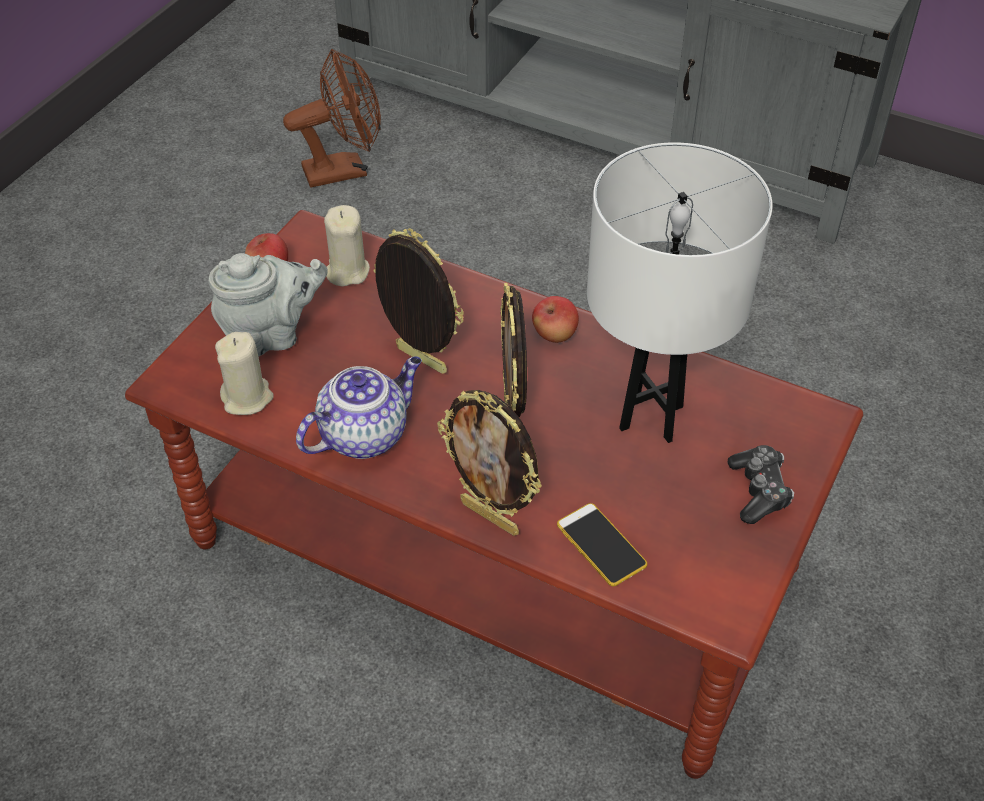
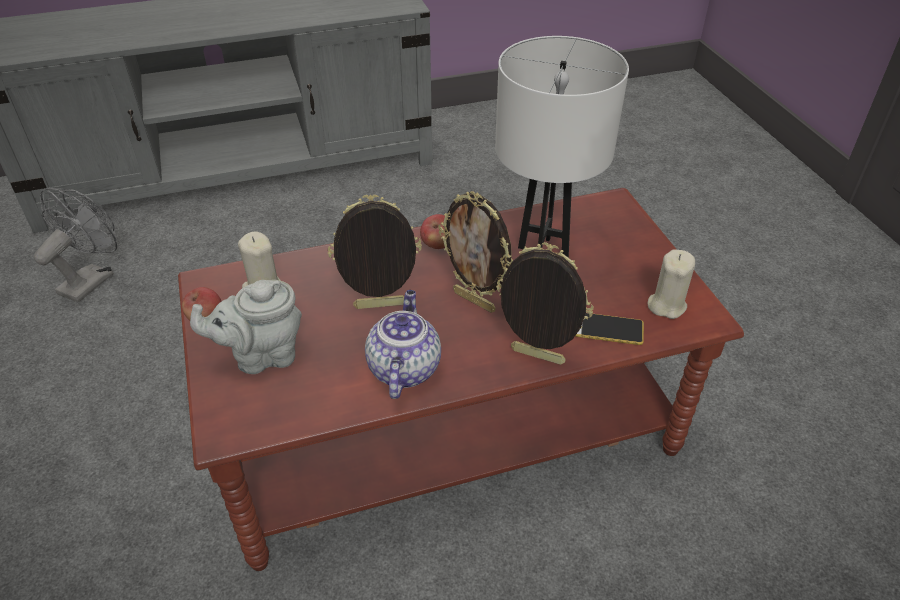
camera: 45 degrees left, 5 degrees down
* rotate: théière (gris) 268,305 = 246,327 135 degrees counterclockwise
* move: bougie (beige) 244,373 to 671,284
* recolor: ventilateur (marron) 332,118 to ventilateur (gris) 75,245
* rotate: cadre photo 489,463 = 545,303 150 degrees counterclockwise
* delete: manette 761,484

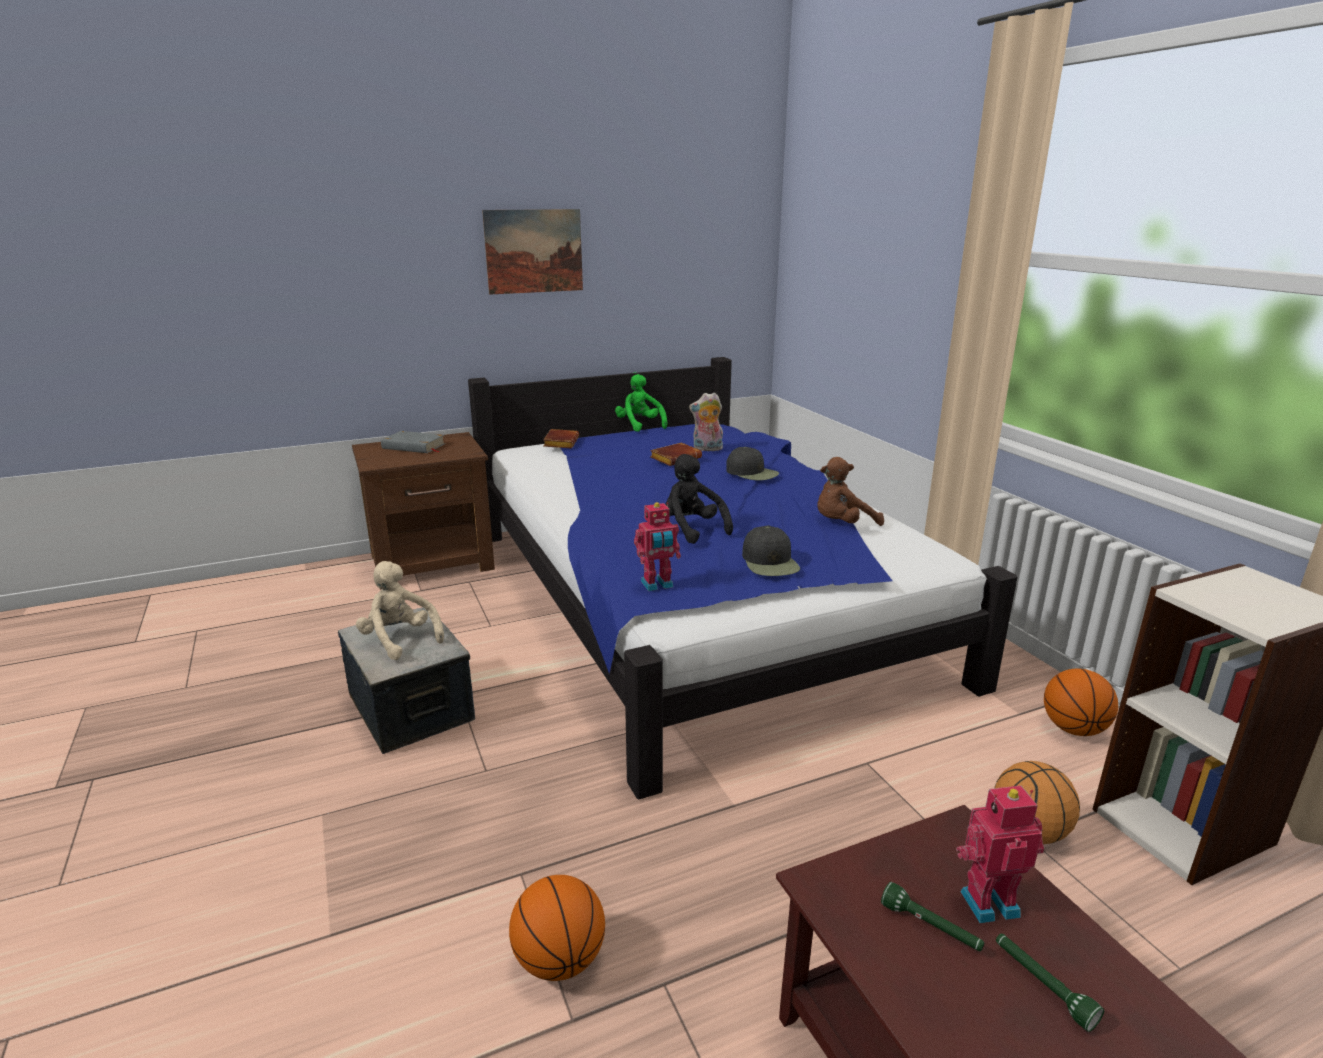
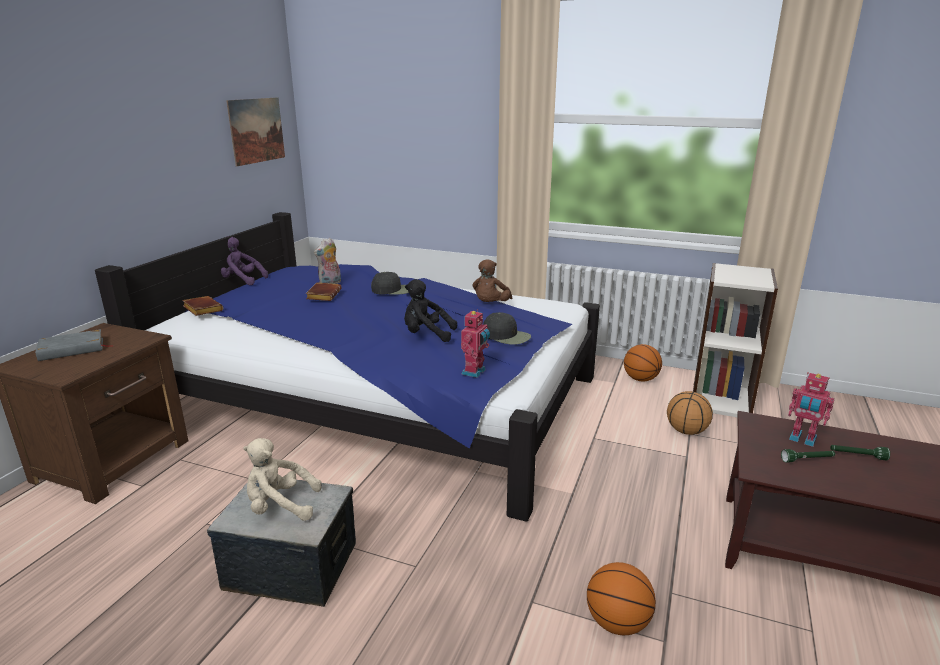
camera: 45 degrees left, 0 degrees up
* move: tableau 532,252 to 255,132
* recolor: peluche (vert) 641,402 to peluche (violet) 244,260
* rotate: robot jouet 1000,854 = 811,409 90 degrees counterclockwise

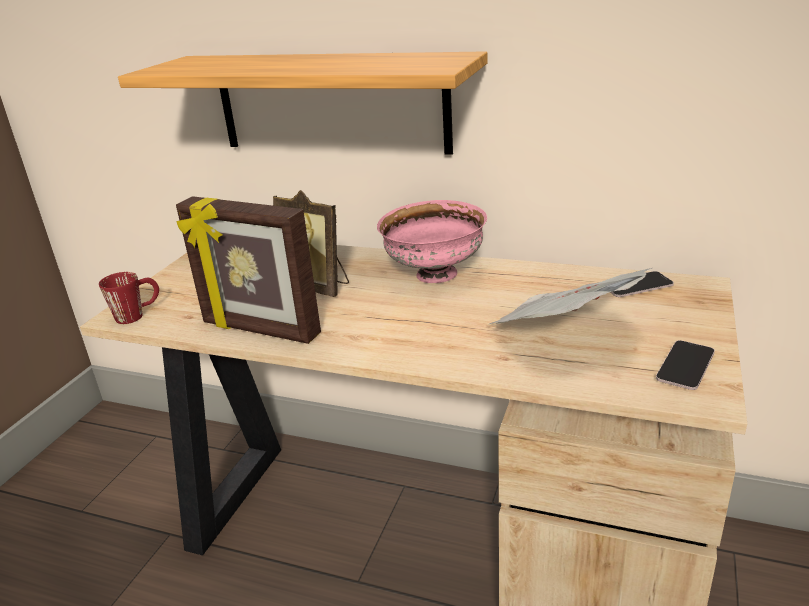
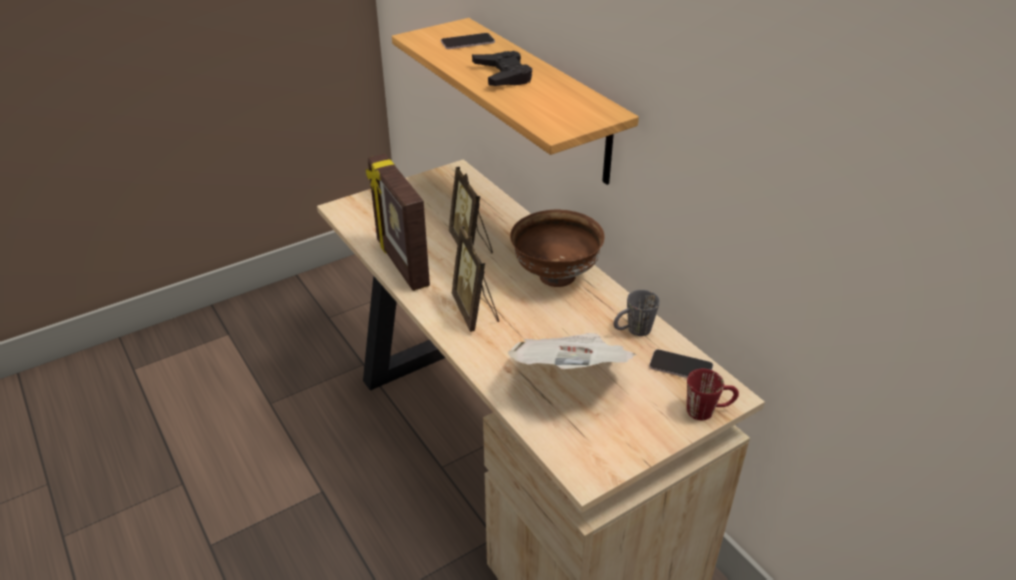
camera: 35 degrees right, 10 degrees up
* move: mug (rouge) 129,298 to 713,394
* recolor: bol (rose) 432,241 to bol (marron) 557,248
* move: téléphone 685,365 to 468,41
* insert: cadre photo 475,279
* insert: manette (noir) 502,68
* insert: mug (gris) 637,313

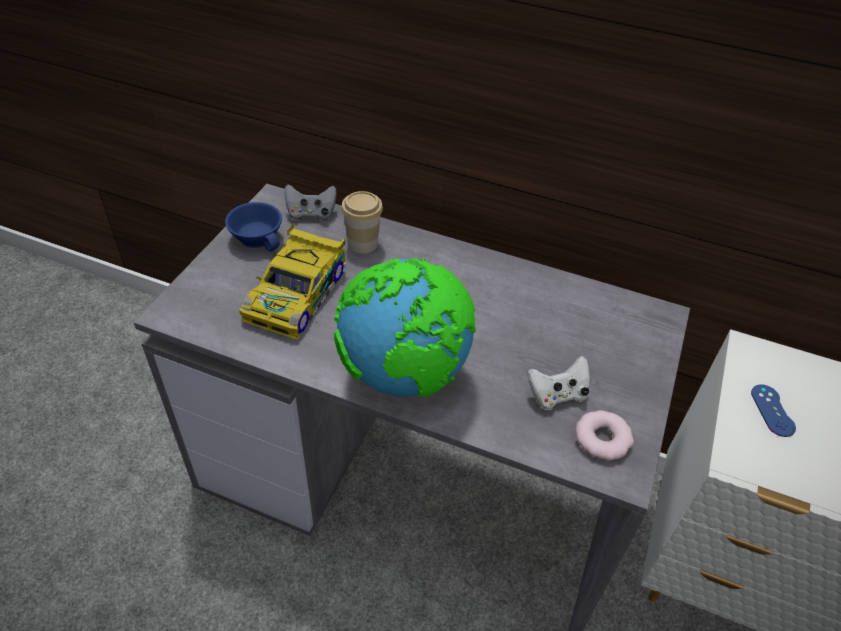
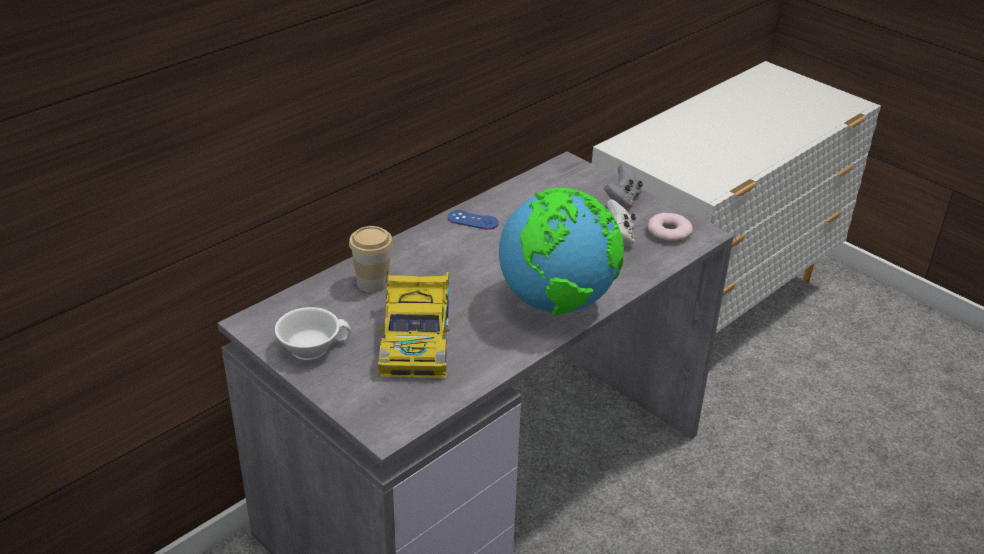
camera: 65 degrees left, 10 degrees down
* recolor: tasse (bleu) 253,227 to tasse (blanc) 313,333
* rotate: petite voiture 292,281 = 413,324 45 degrees clockwise
* move: manette (gris) 310,202 to 623,187
* move: manette (bleu) 773,410 to 473,220

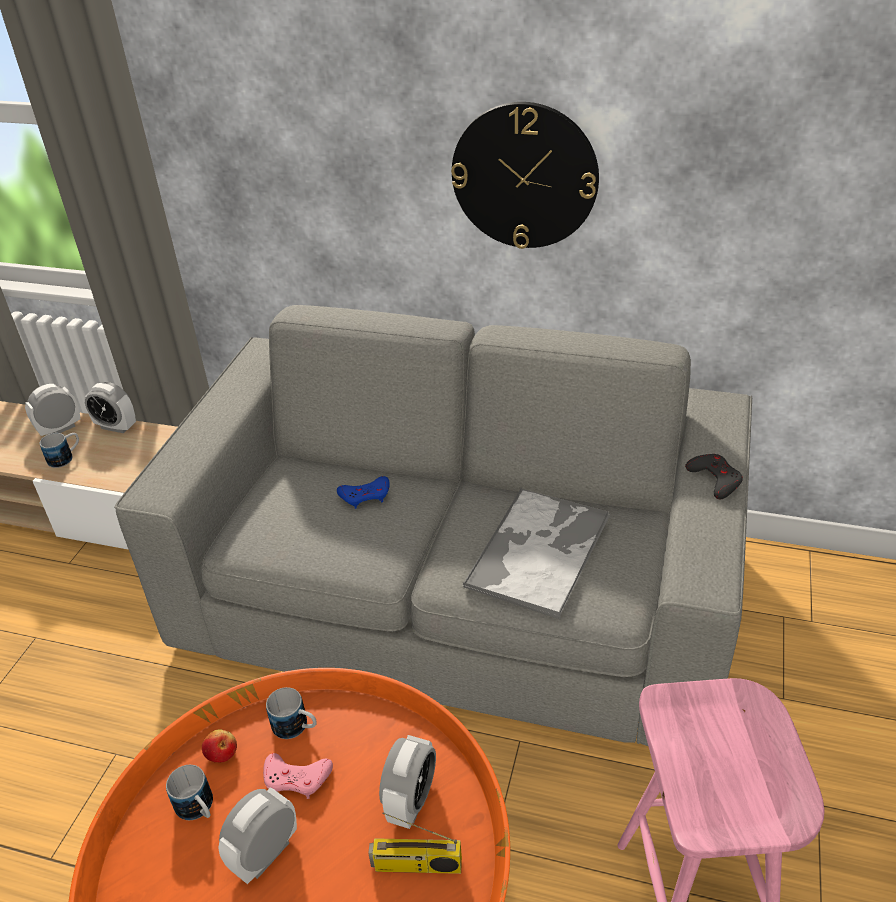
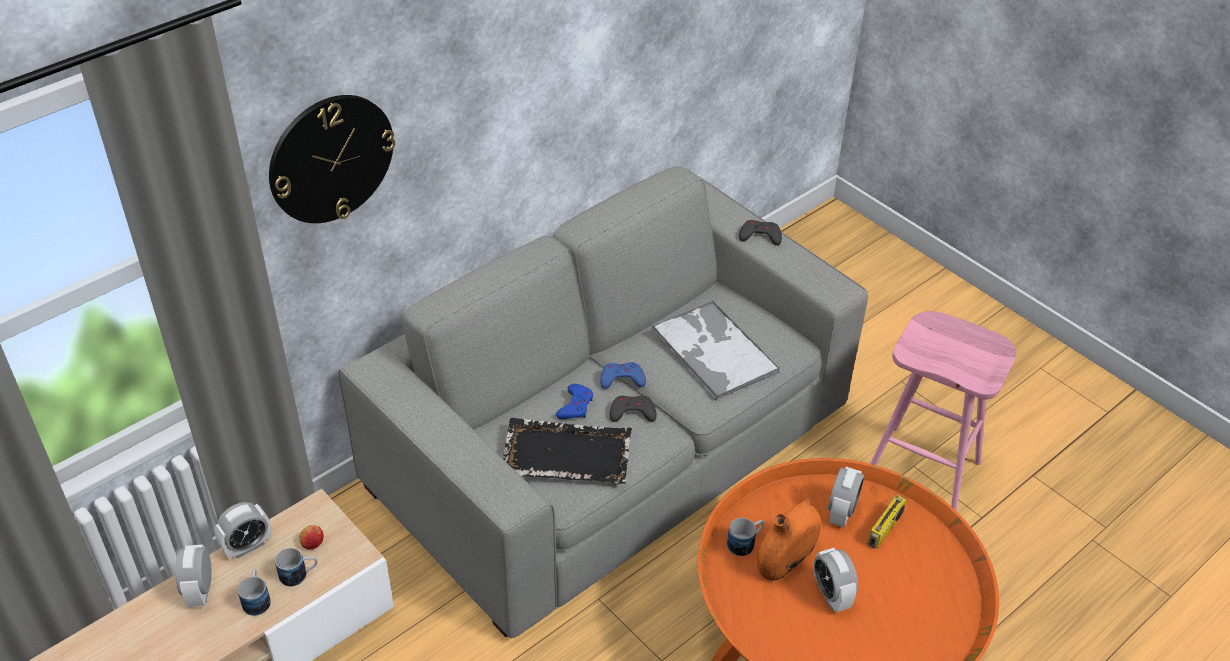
camera: 60 degrees left, 5 degrees up
* move: mug 189,792 to 296,567
* move: pomme 219,746 to 311,537
* replace: manette (rose) 298,776 to vase (orange) 789,537
* rotate: réveil 407,782 = 846,497 60 degrees clockwise
* move: horloge murale 525,175 to 332,159
* insert: plateau (noir) 567,451
* insert: manette (bleu) 623,375
* insert: manette (gris) 633,408

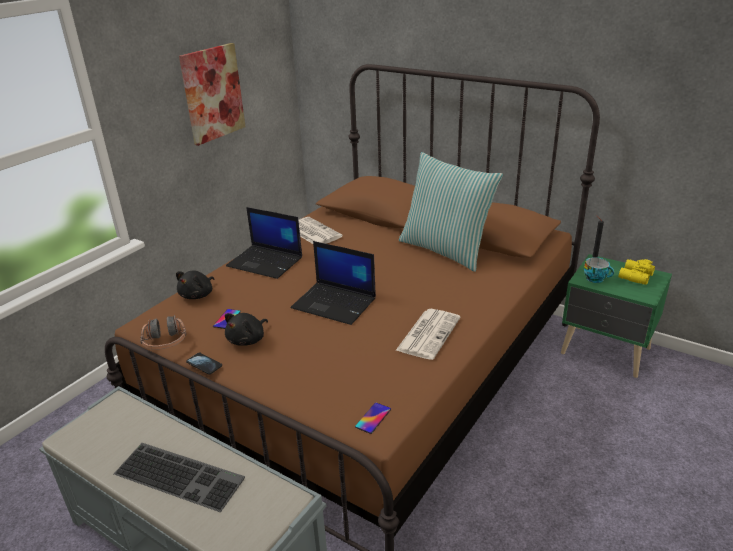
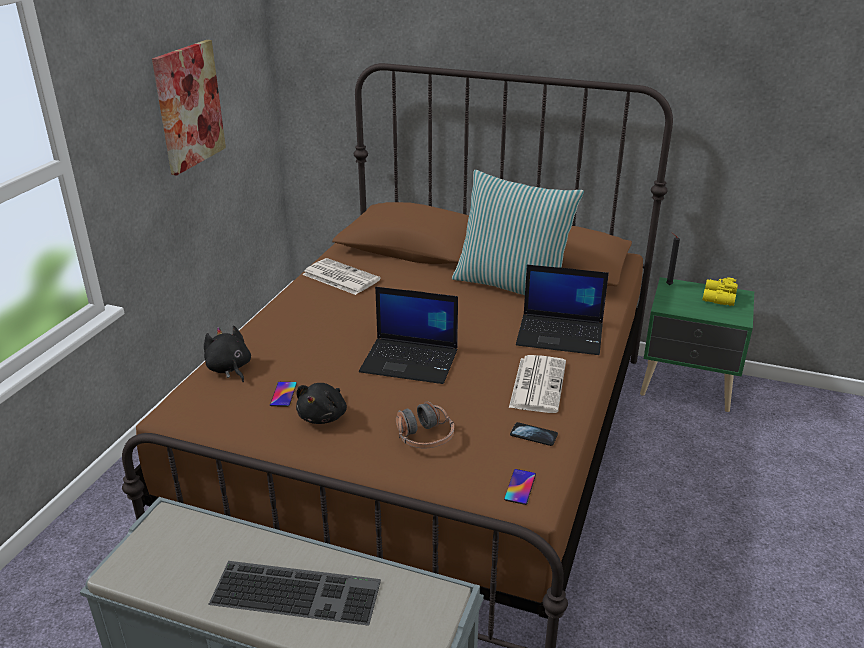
camera: 15 degrees left, 0 degrees up
* move: casque audio 163,332 to 425,424
* rotate: peluche (noir) 195,285 = 227,353 135 degrees clockwise
* move: téléphone 204,363 to 534,434
* move: ordinateur portable 264,243 to 562,310
* delete: tasse 599,270

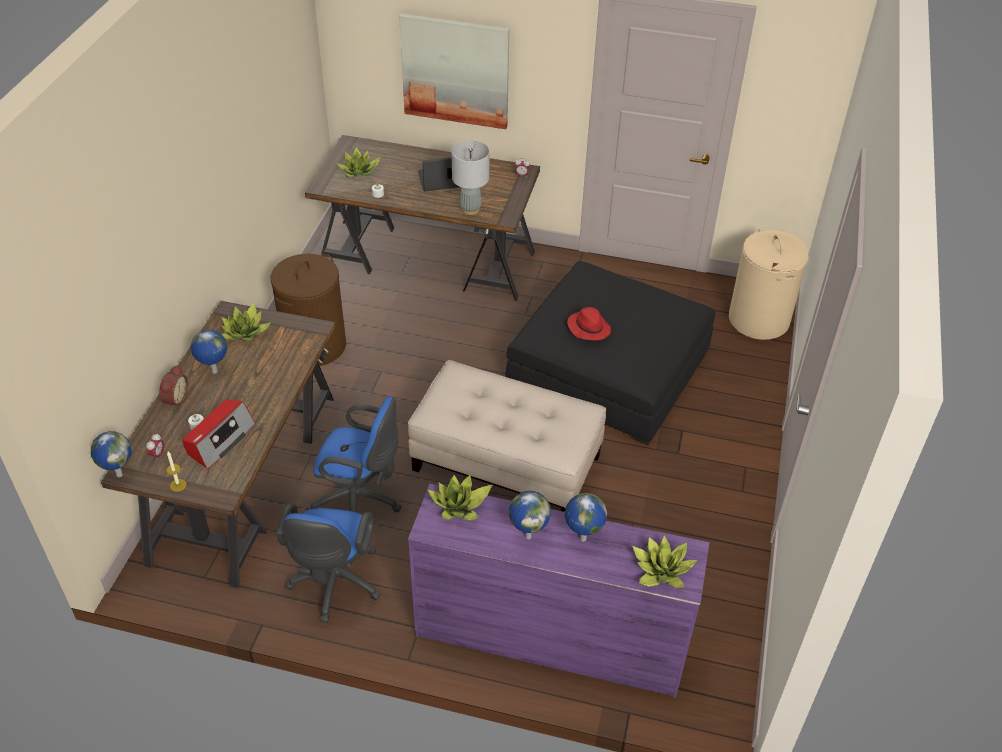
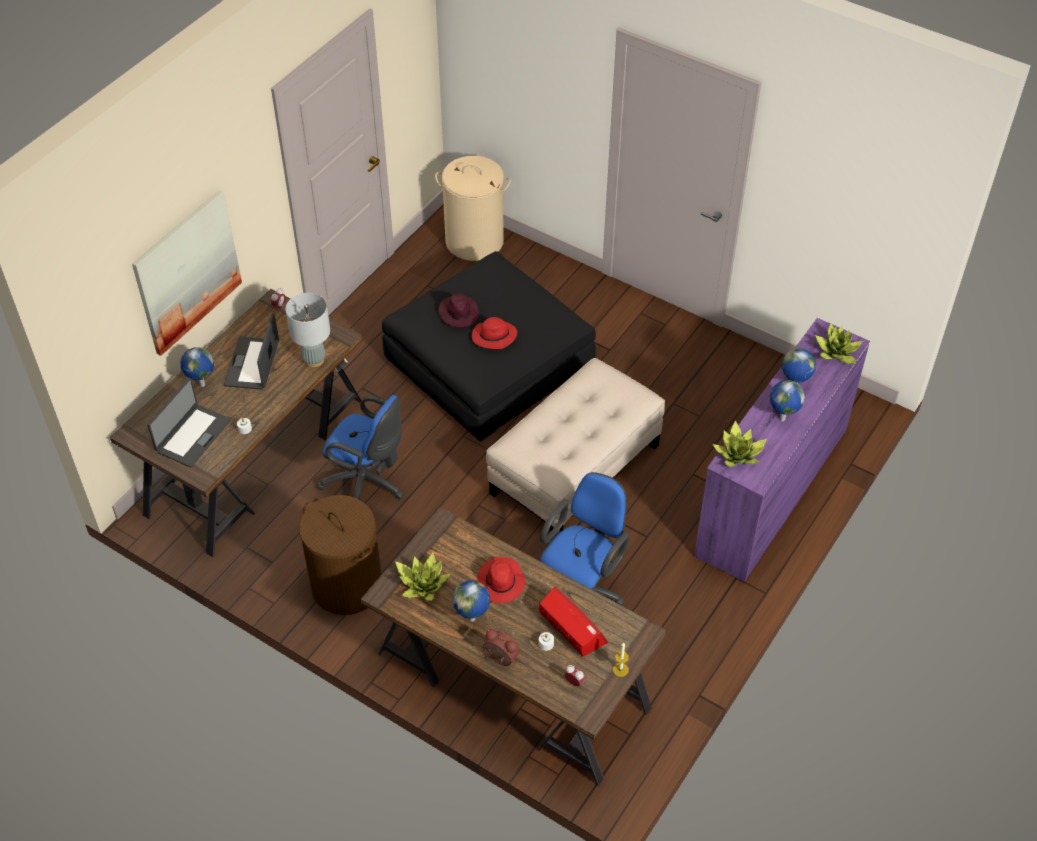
camera: 70 degrees left, 5 degrees up
* move: globe 111,454 to 197,367
* move: chaise de bureau (bleu) 328,563 to 360,447
* replace: plante en pot 359,162 to ordinateur portable 189,423
* insert: chapeau (violet) 459,310
* insert: chapeau (rouge) 501,580

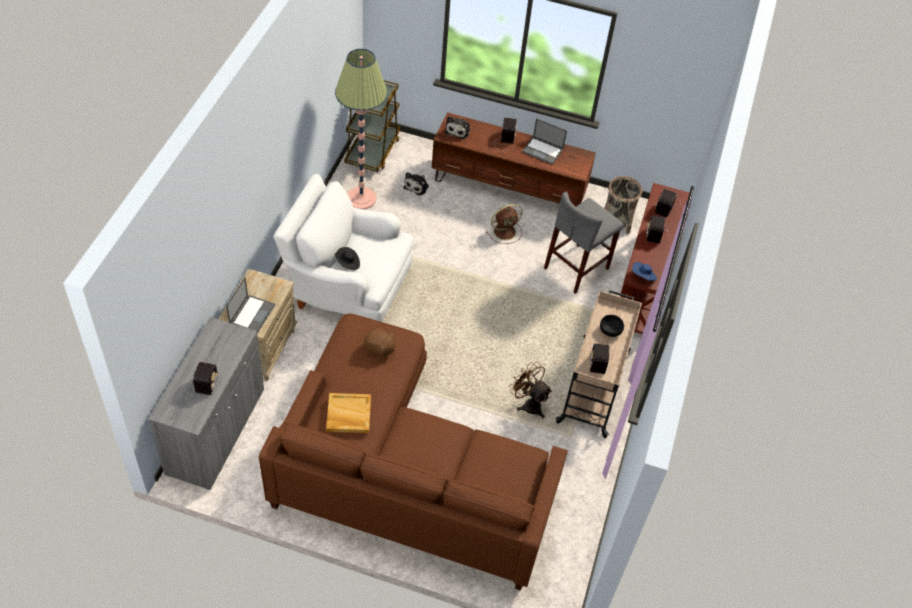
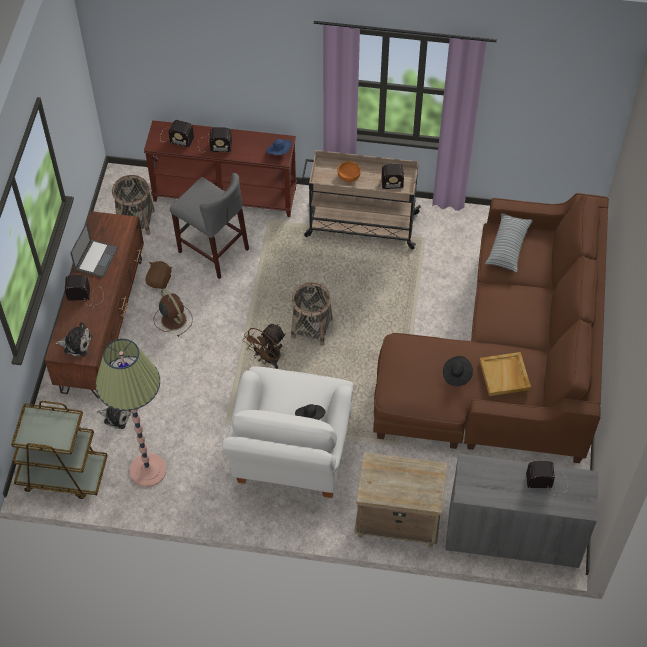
camera: 95 degrees left, 5 degrees up
* delete: ordinateur portable 250,305
* move: peluche (marron) 380,343 to 158,275
* move: ventilateur (marron) 530,390 to 264,346
* recolor: bol (noir) 612,326 to bol (orange) 349,171
* insert: panier 312,314
* insert: chapeau (noir) 458,371
* insert: coussin 509,242

